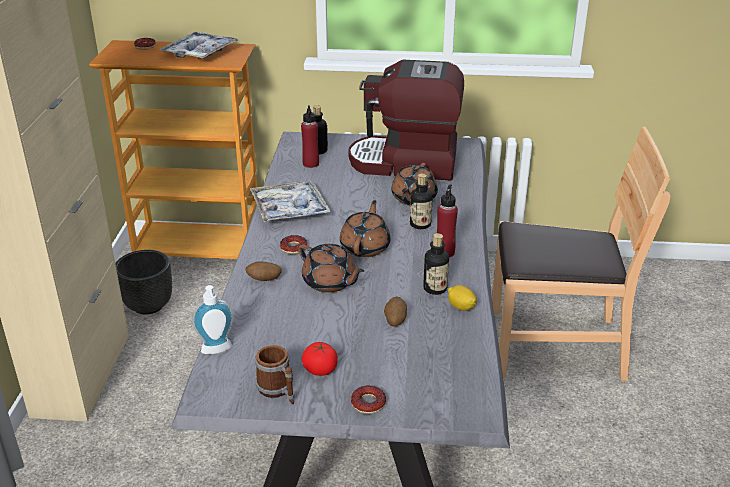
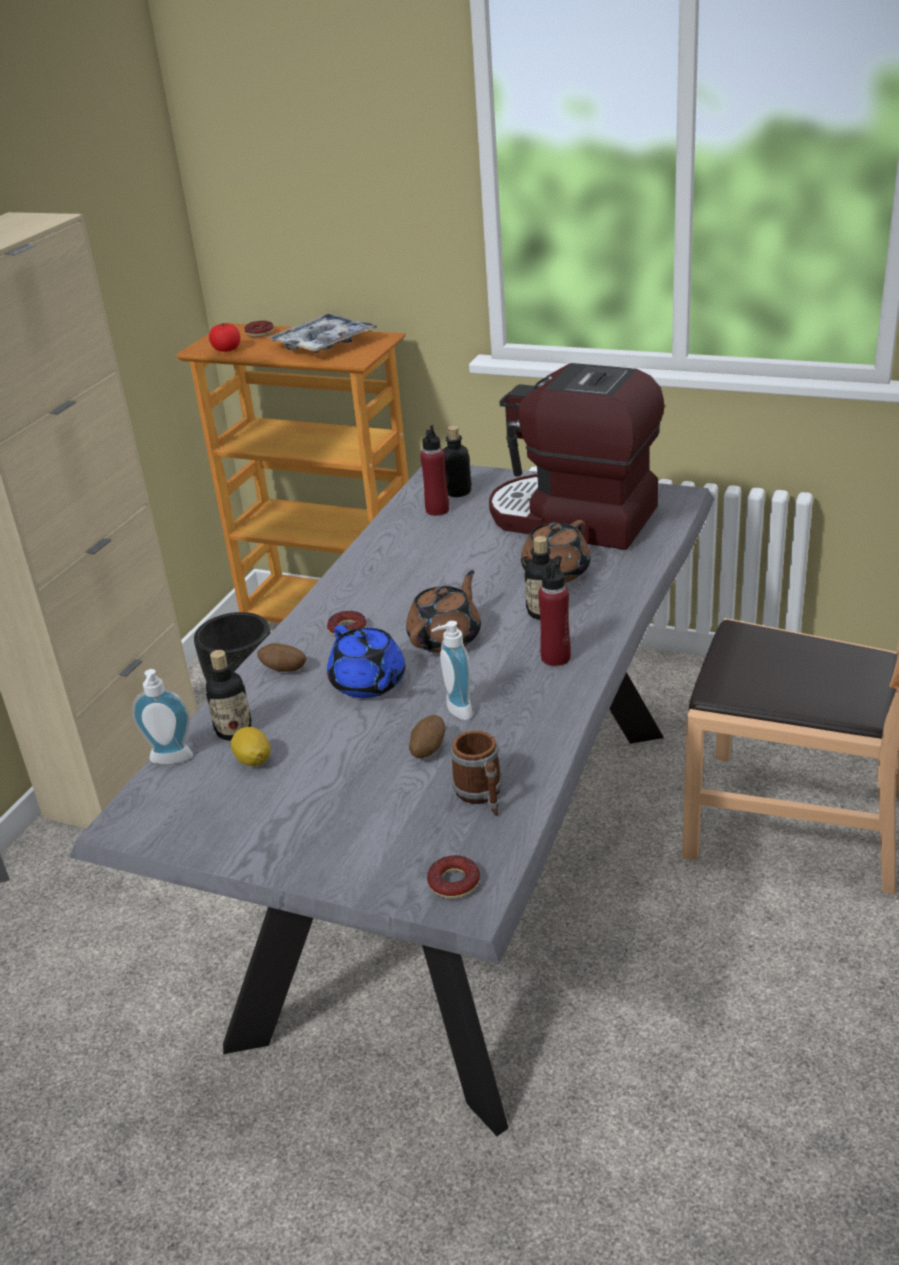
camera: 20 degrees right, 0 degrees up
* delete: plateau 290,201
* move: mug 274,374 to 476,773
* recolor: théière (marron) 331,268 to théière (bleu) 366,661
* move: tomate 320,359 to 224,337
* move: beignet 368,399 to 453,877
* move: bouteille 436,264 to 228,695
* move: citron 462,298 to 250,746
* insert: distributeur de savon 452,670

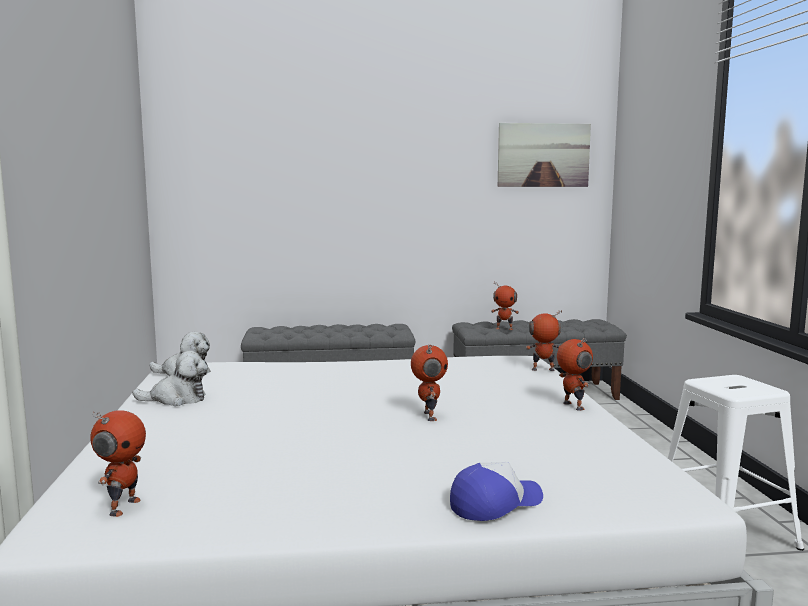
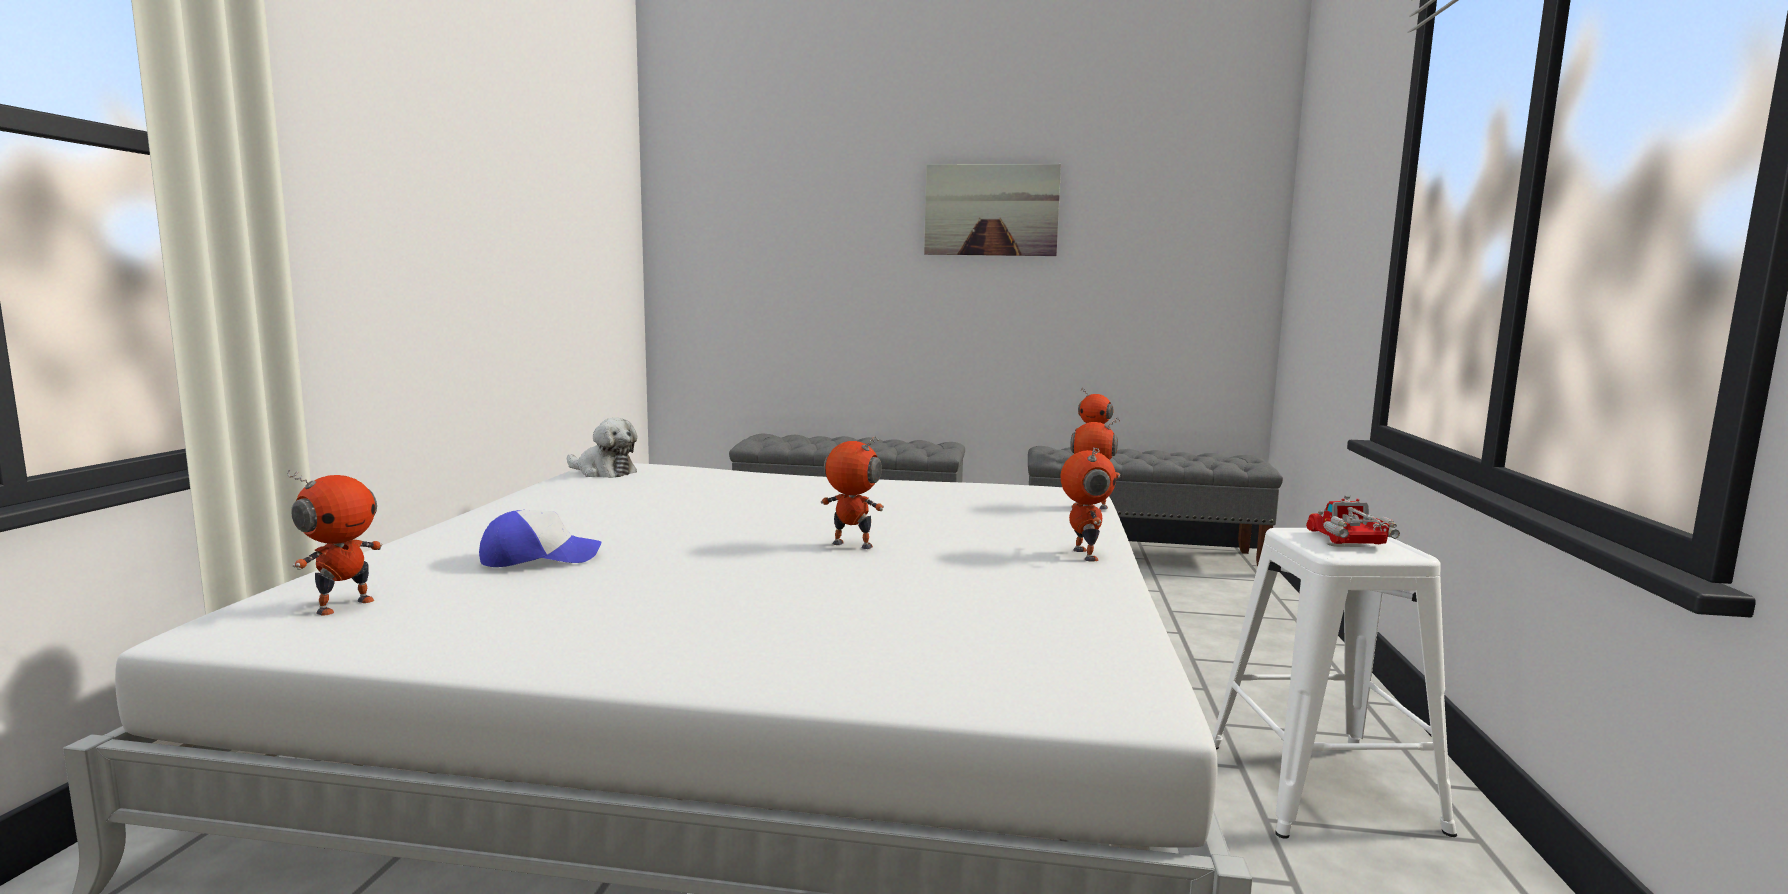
camera: 15 degrees right, 0 degrees up
* delete: peluche 170,378
* rotate: robot jouet 429,382 = 852,492 75 degrees counterclockwise
* move: casquette 496,491 to 540,538
* move: tableau 544,155 to 992,210
* insert: camion jouet 1353,519

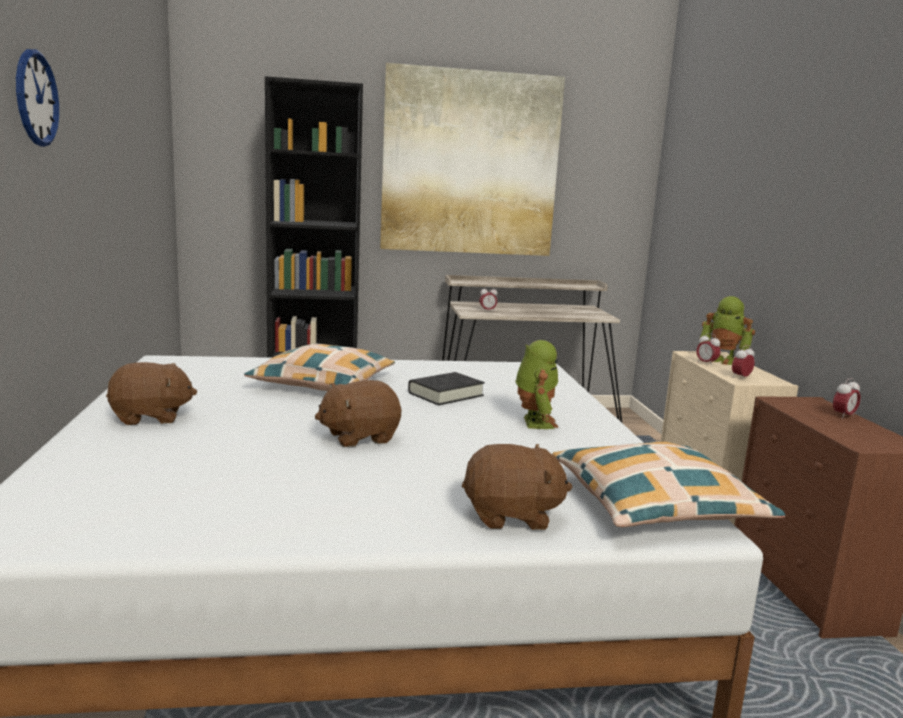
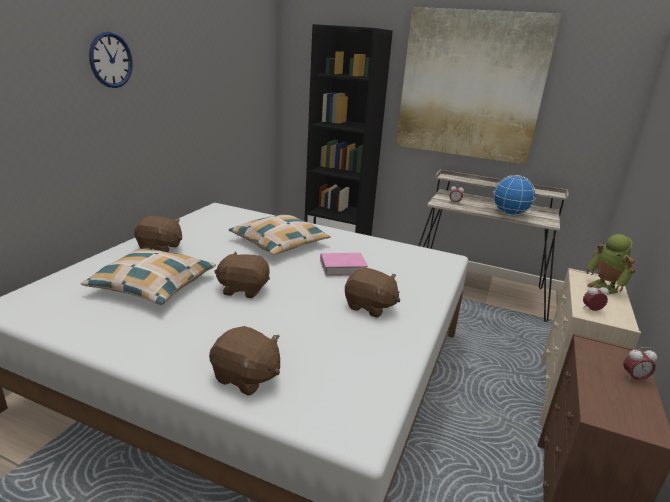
camera: 30 degrees right, 10 degrees up
* recolor: livre (noir) 446,388 to livre (rose) 344,264
* replace: robot jouet 537,384 to peluche (marron) 372,293
* move: coussin 669,484 to 148,276
* delete: réveil 708,349
* insert: globe 514,195

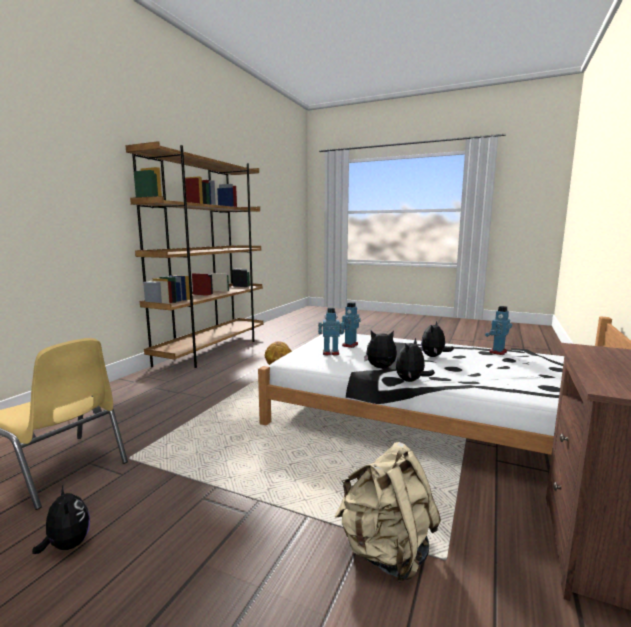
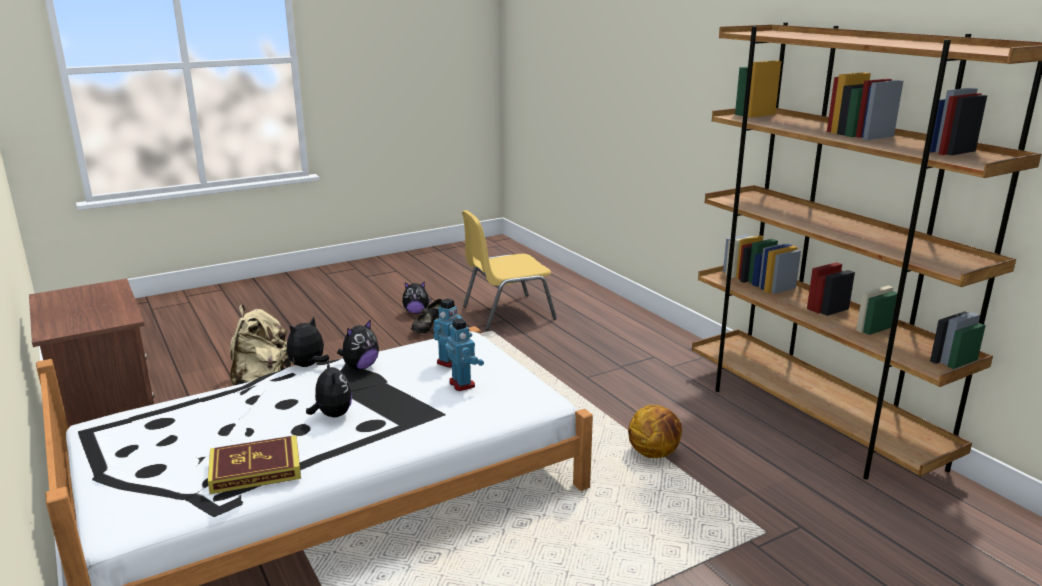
camera: 125 degrees right, 10 degrees up
* rotate: peluche 415,360 = 308,342 120 degrees counterclockwise
* replace: robot jouet 498,330 to livre 254,464
* insert: chaussure (noir) 426,316

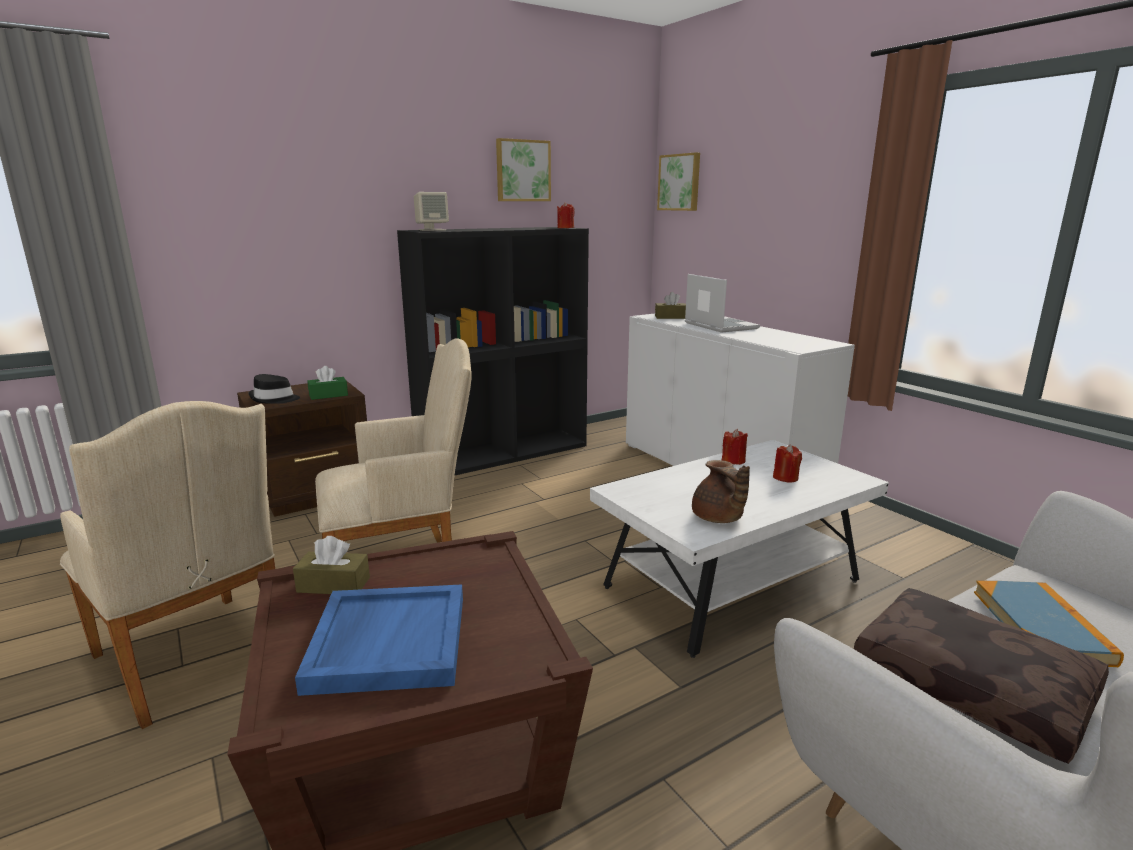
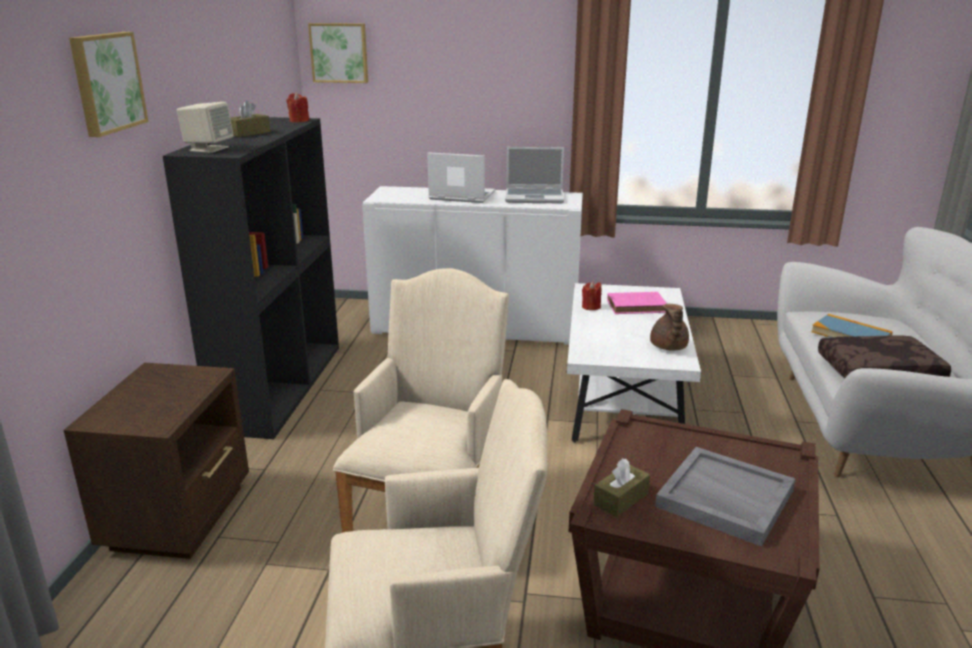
camera: 50 degrees left, 5 degrees up
* delete: chapeau (noir) 274,389
* recolor: plateau (bleu) 379,640 to plateau (gris) 725,496
* delete: boîte à mouchoirs (vert) 327,383
* move: tableau 523,169 to 108,84
* move: boîte à mouchoirs (marron) 670,305 to 250,119
* rotate: théière (marron) 721,491 = 669,327 75 degrees clockwise
* replace: bougie (rouge) 787,463 to livre (rose) 637,303
* insert: ordinateur portable 534,175

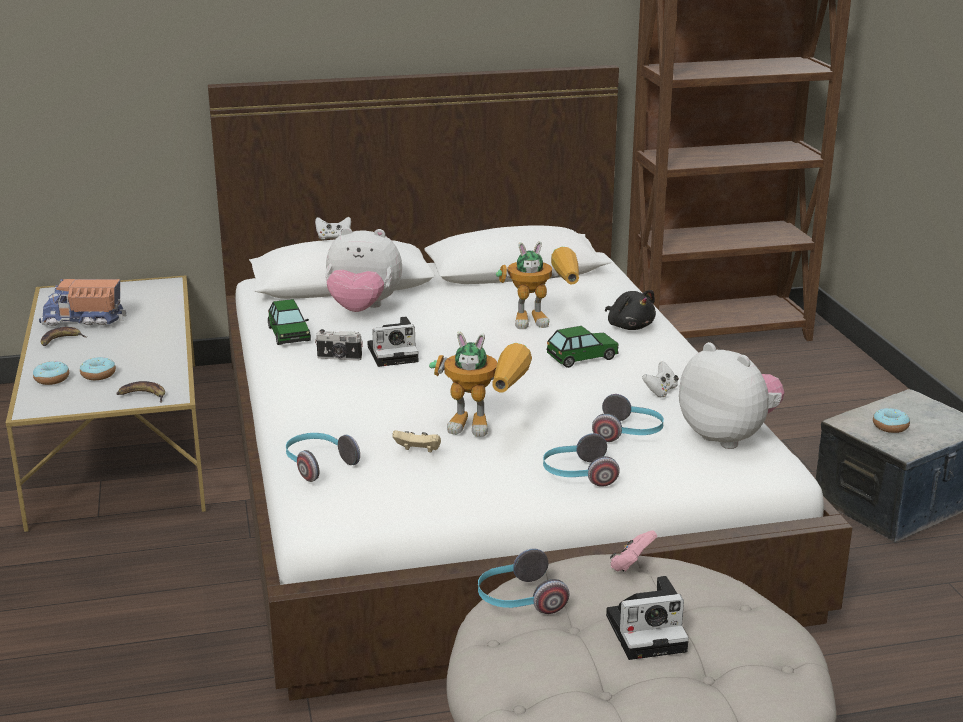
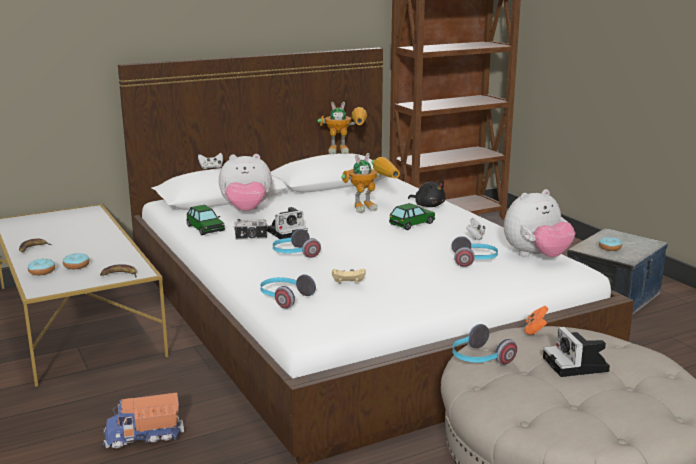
camera: 15 degrees left, 5 degrees down
* move: camion jouet 83,302 to 143,420
* move: robot jouet 480,384 to 342,128
* move: casque audio 581,460 to 297,243
* rotate: appareil photo 647,618 = 576,352 105 degrees clockwise
* recolor: manette (rose) 633,550 to manette (orange) 536,320
* rotate: peluche 732,395 = 539,223 120 degrees clockwise

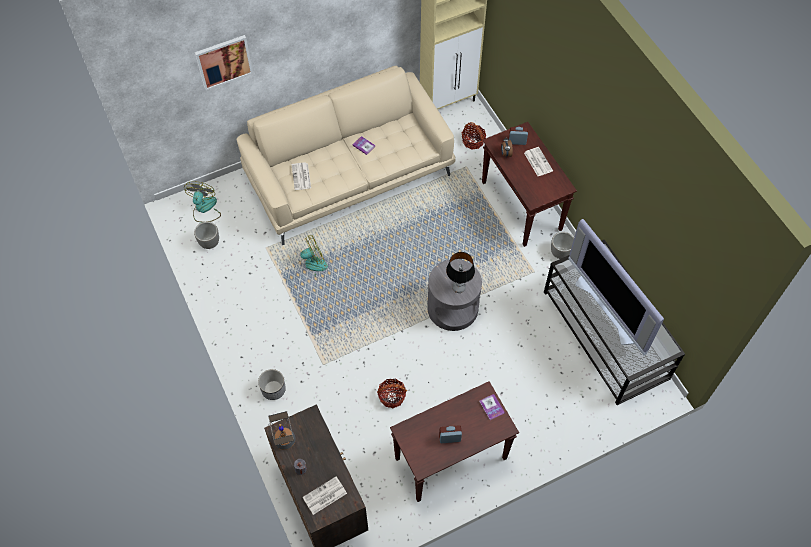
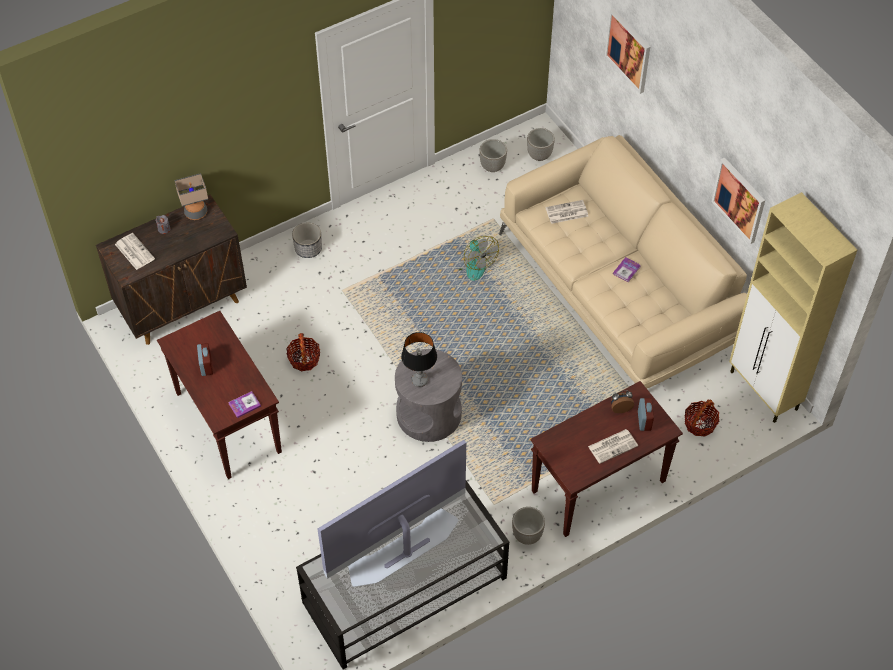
camera: 85 degrees right, 5 degrees down
* replace: ventilateur 202,201 to cache-pot 541,144
* insert: tableau 738,201

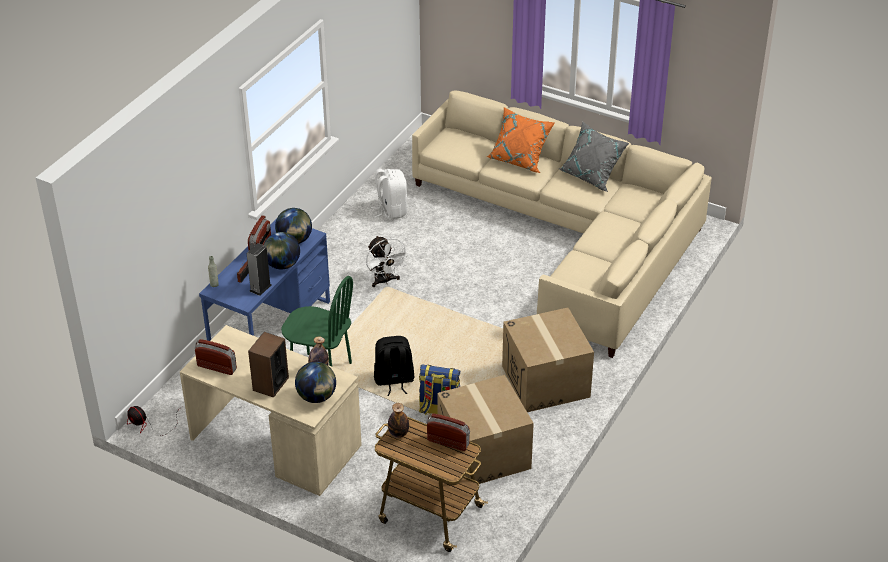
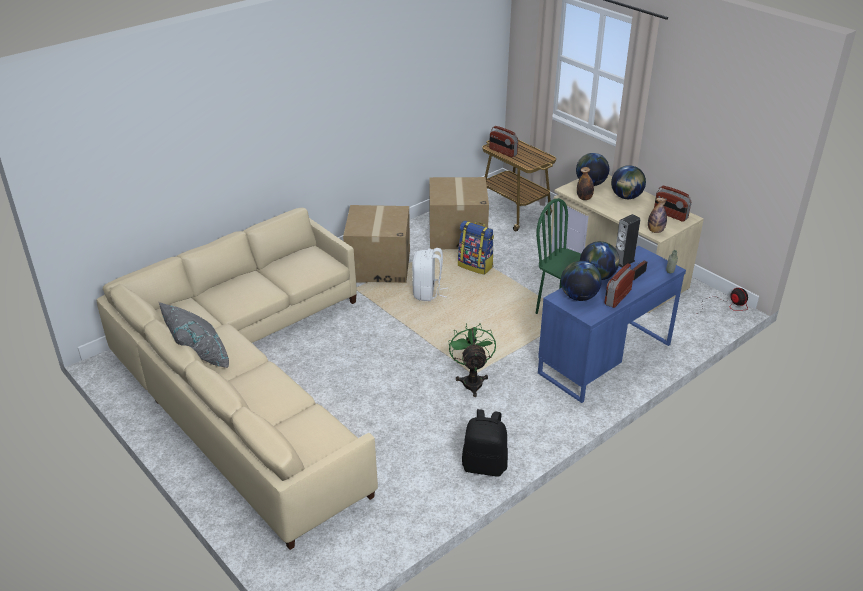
camera: 160 degrees left, 5 degrees down
* replace: enceinte 268,365 to globe 628,182
* recolor: ventilateur (blanc) 387,261 to ventilateur (vert) 472,360
* move: sac à dos (blanc) 389,194 to 430,274
* move: sac à dos (noir) 394,366 to 485,443
* move: bouteille 398,420 to 657,215
* delete: coussin (orange) 520,140

